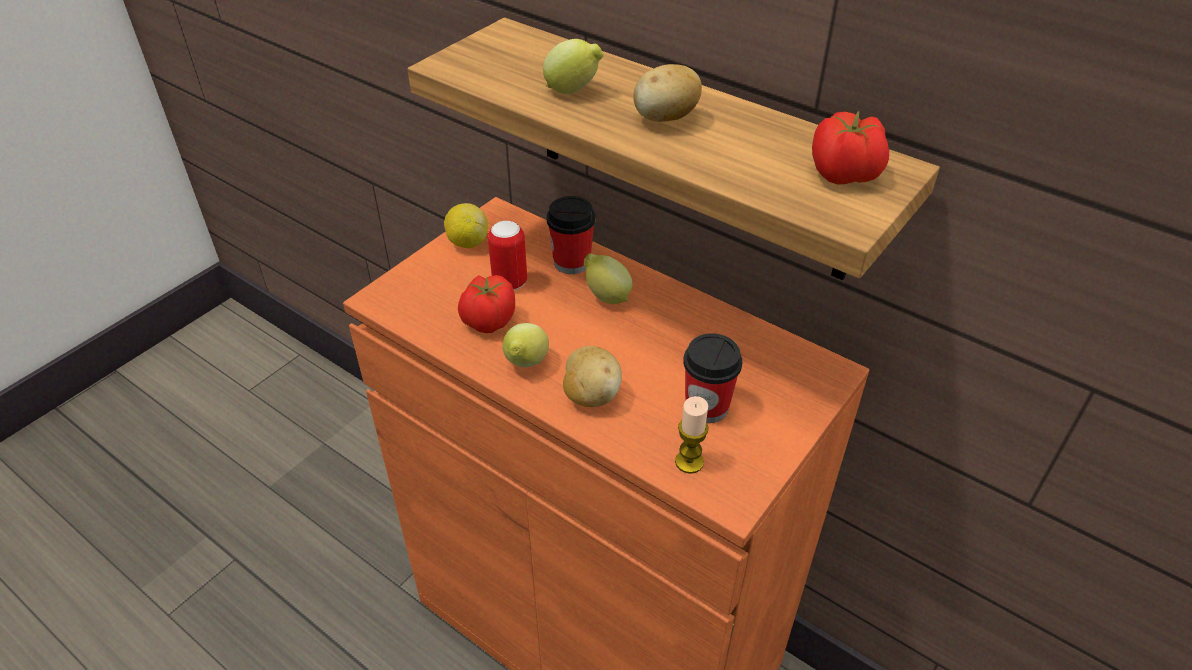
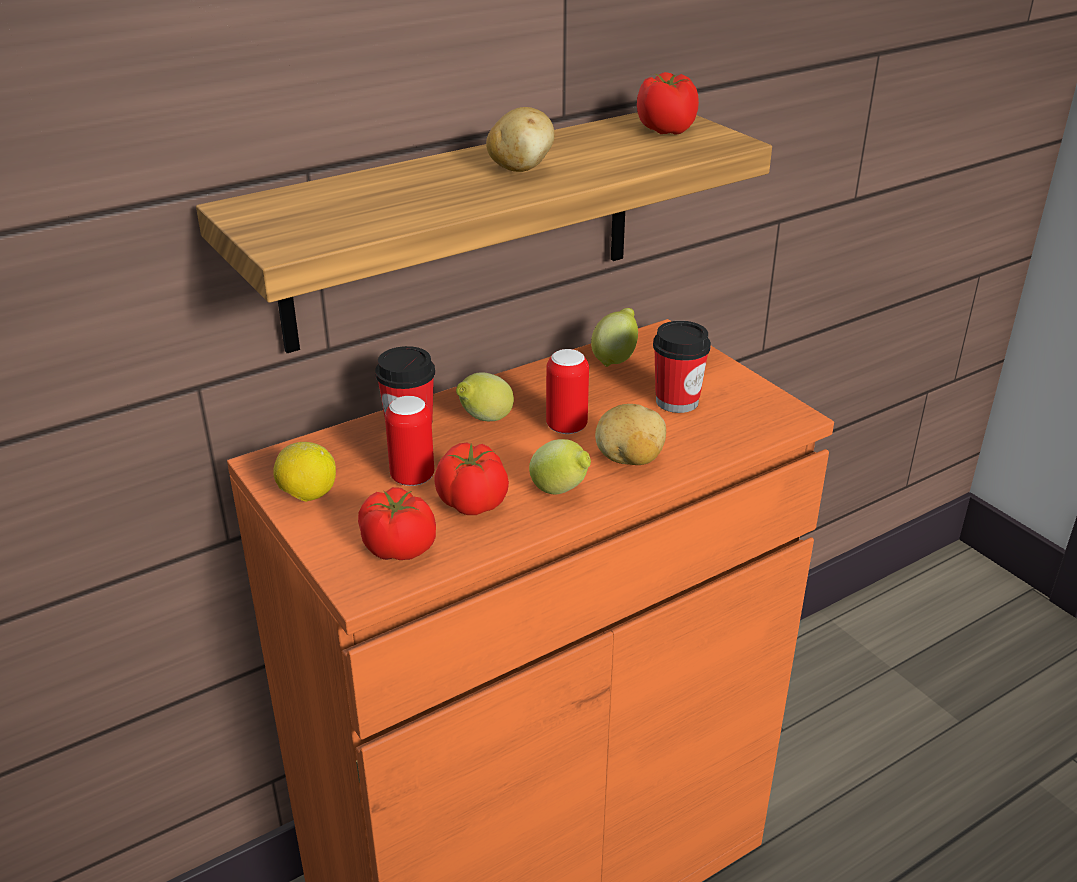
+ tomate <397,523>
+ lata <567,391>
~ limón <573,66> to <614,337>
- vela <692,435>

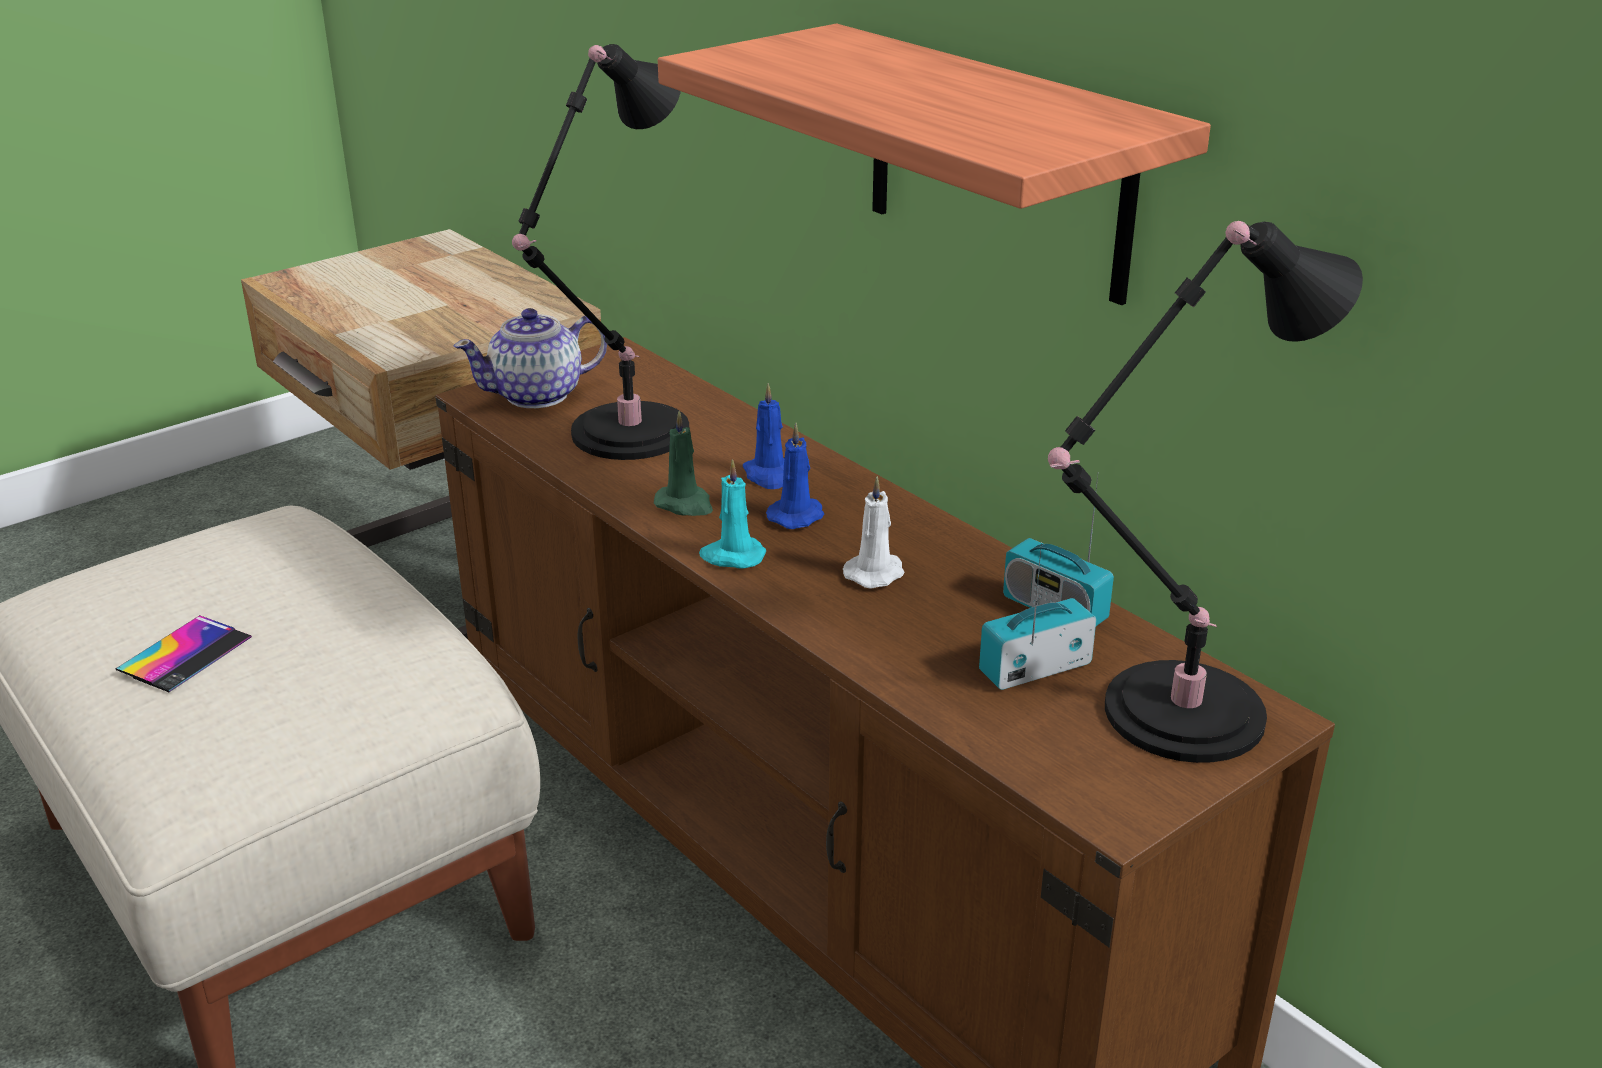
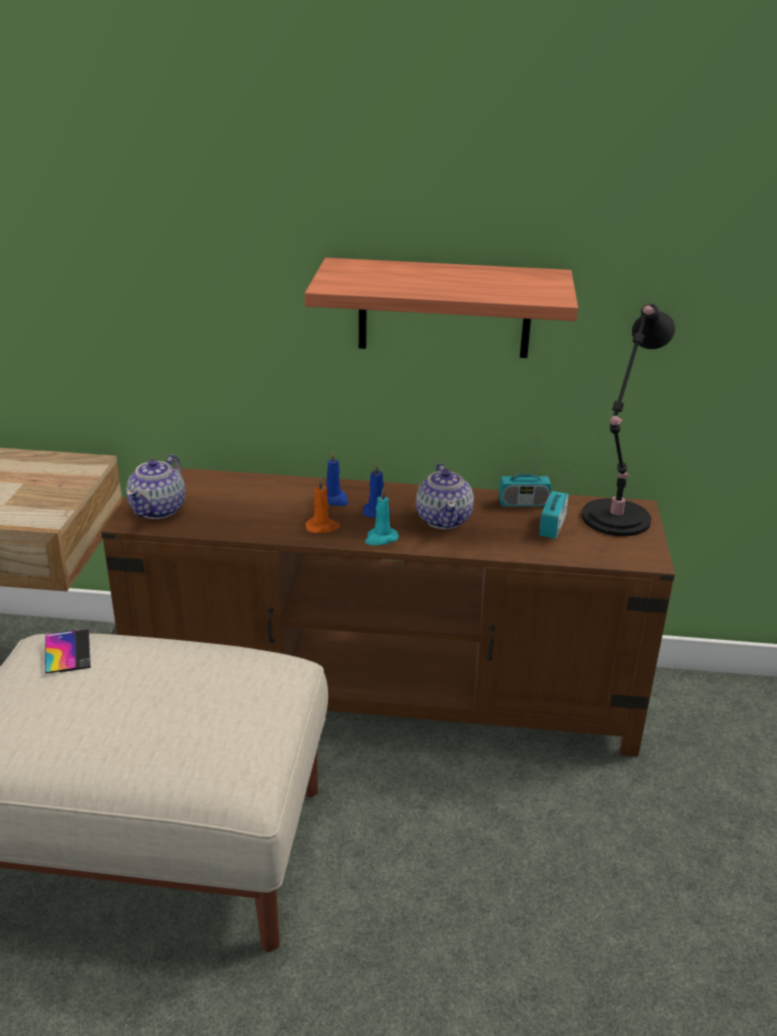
~ móvil <184,653> to <68,651>
~ vela [verde] <683,463> to vela [naranja] <322,505>
~ vela [blanco] <874,532> to tetera <445,496>
- lámpara de mesa [negro] <600,252>

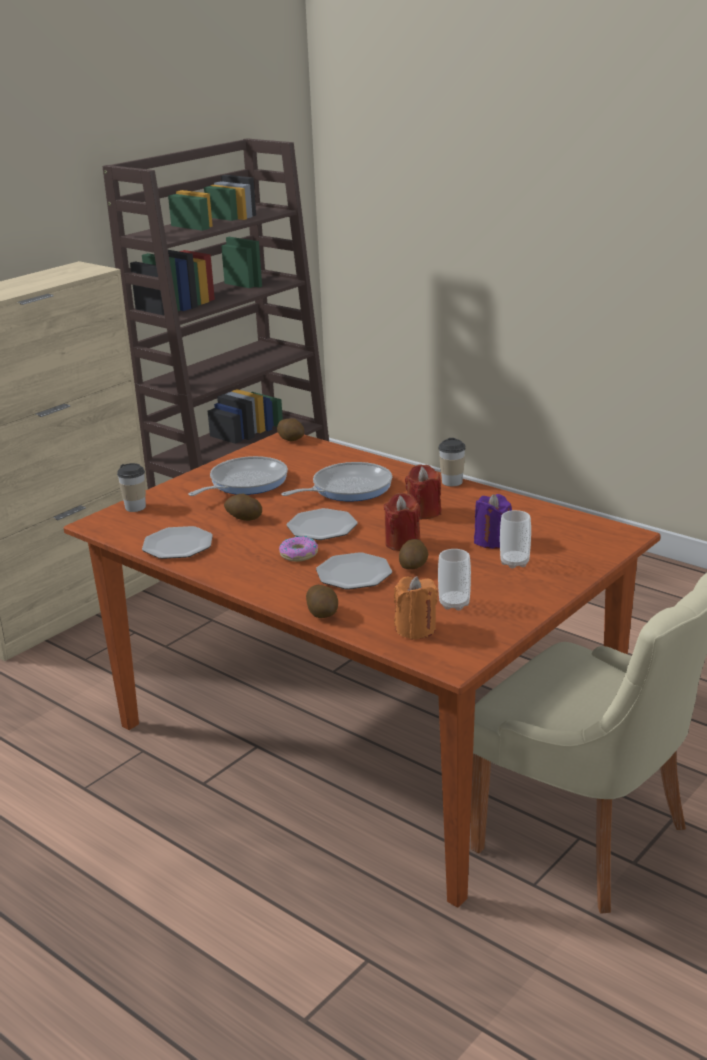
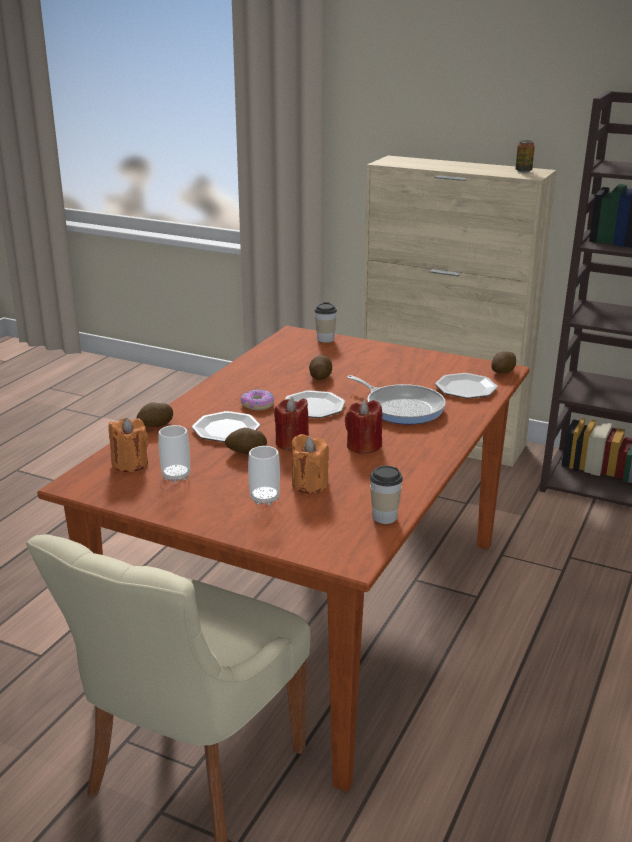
~ vela [morado] <493,521> to vela [naranja] <310,463>
~ taza <452,462> to <386,495>
~ plato <177,542> to <466,386>
+ lata <525,156>
- sartén <238,476>

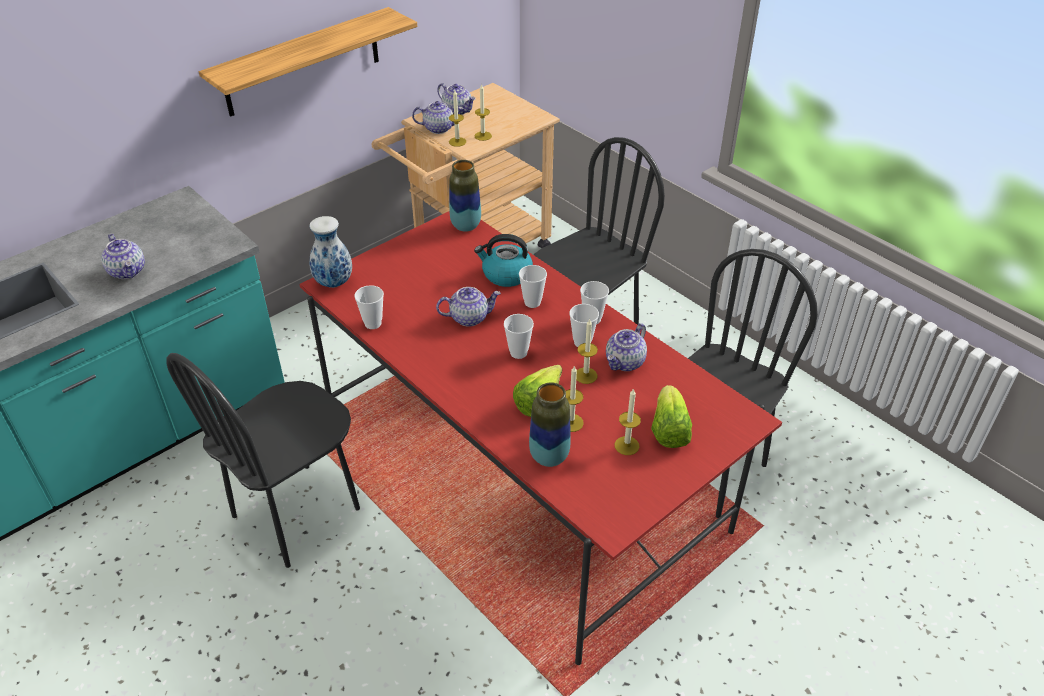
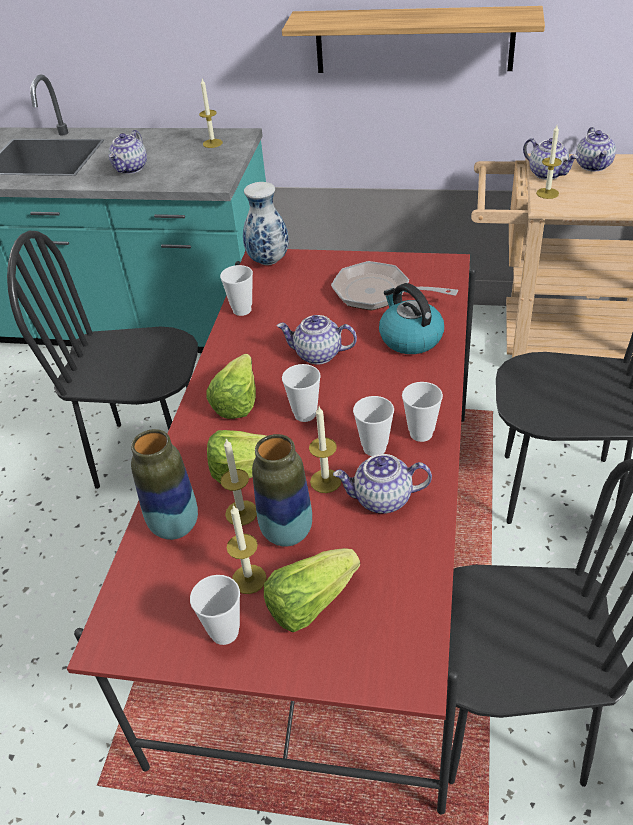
~ taza <533,286> to <215,610>
~ vela <483,112> to <211,113>
+ lechuga <231,386>
~ florero <465,196> to <282,490>
~ tetera <468,307> = <317,340> 150 degrees clockwise
+ sartén <394,285>

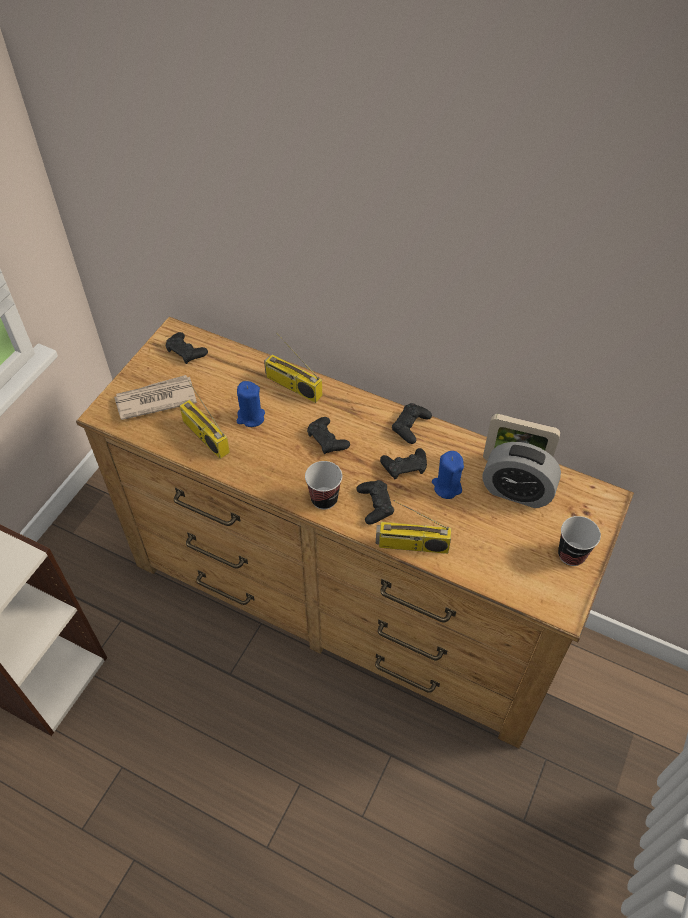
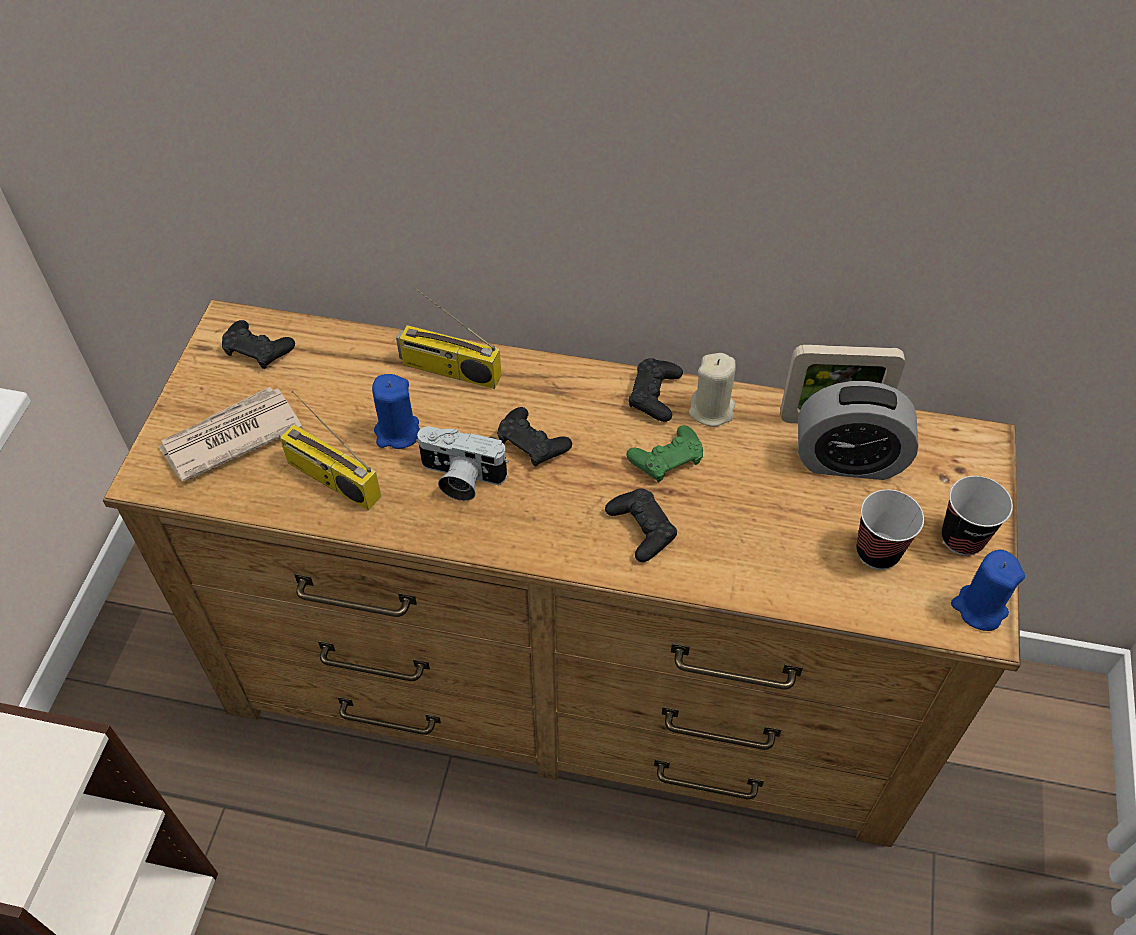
+ cámara <462,463>
~ mando de consola [negro] <403,463> to mando de consola [verde] <664,453>
+ vela [beis] <712,389>
~ taza <323,485> to <890,529>
~ vela [azul] <448,475> to <988,590>
- radio <413,527>

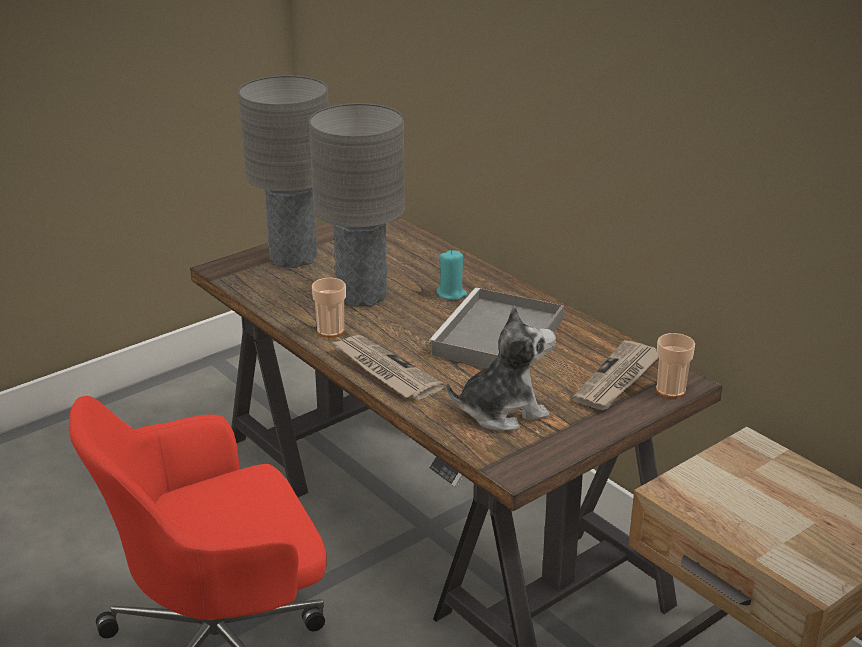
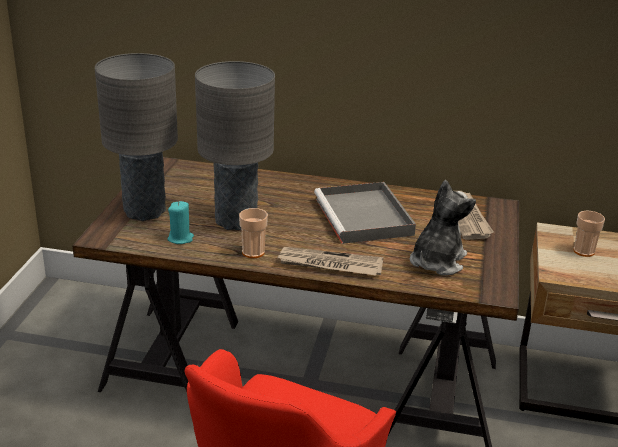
~ vela [turquesa] <452,275> to <181,222>
~ taza <675,365> to <589,234>

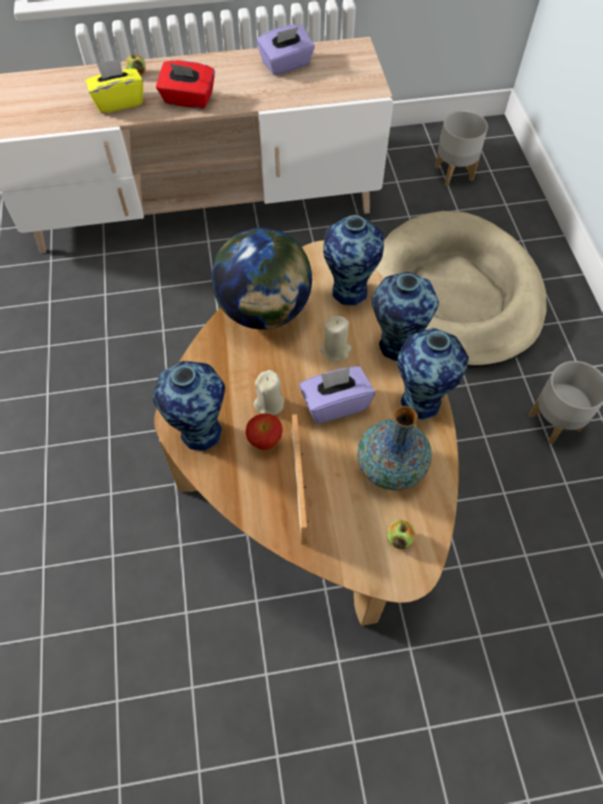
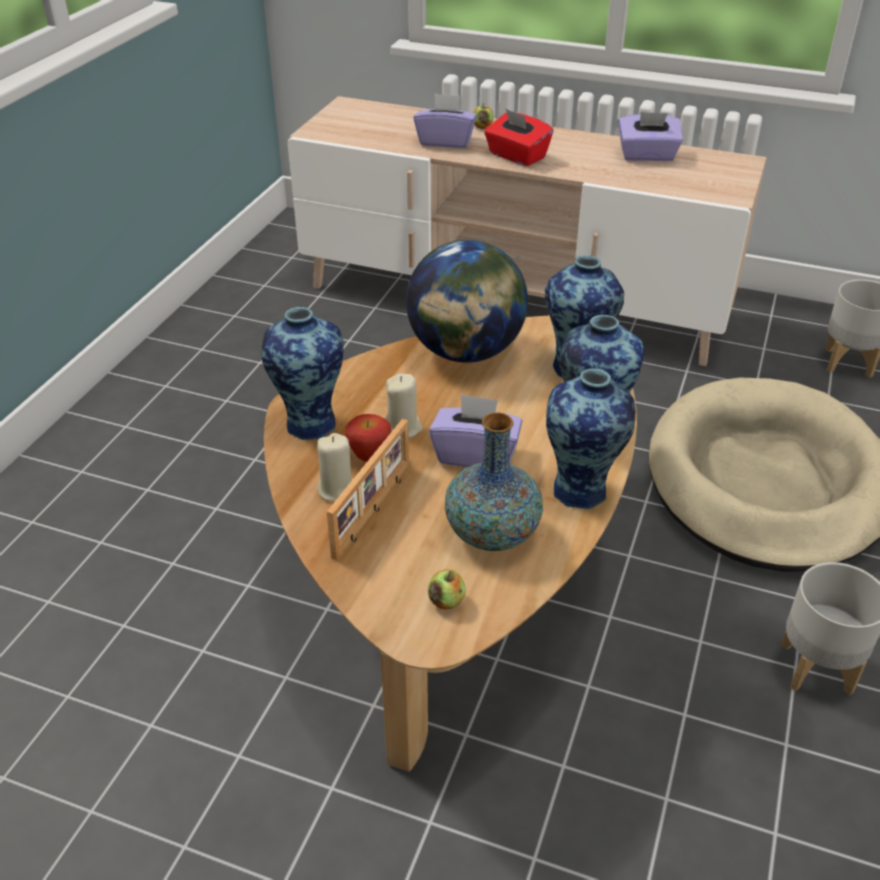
~ vela [beis] <336,338> to <335,467>
~ caja de pañuelos [amarillo] <114,86> to caja de pañuelos [morado] <445,120>

